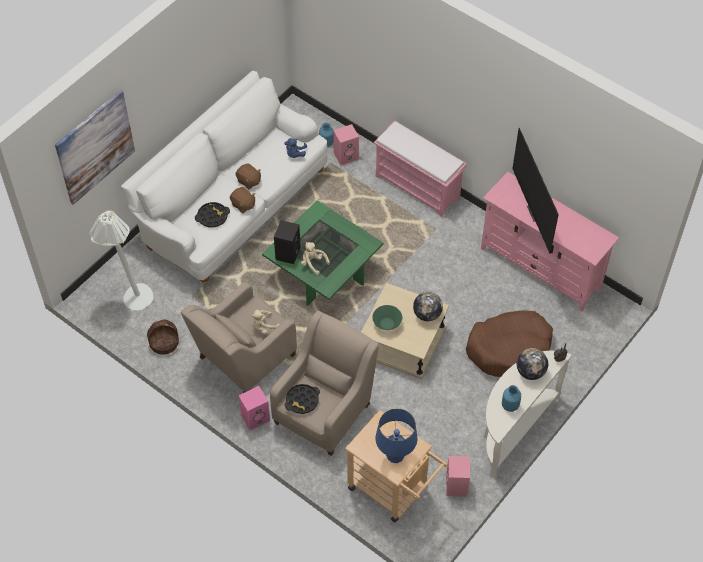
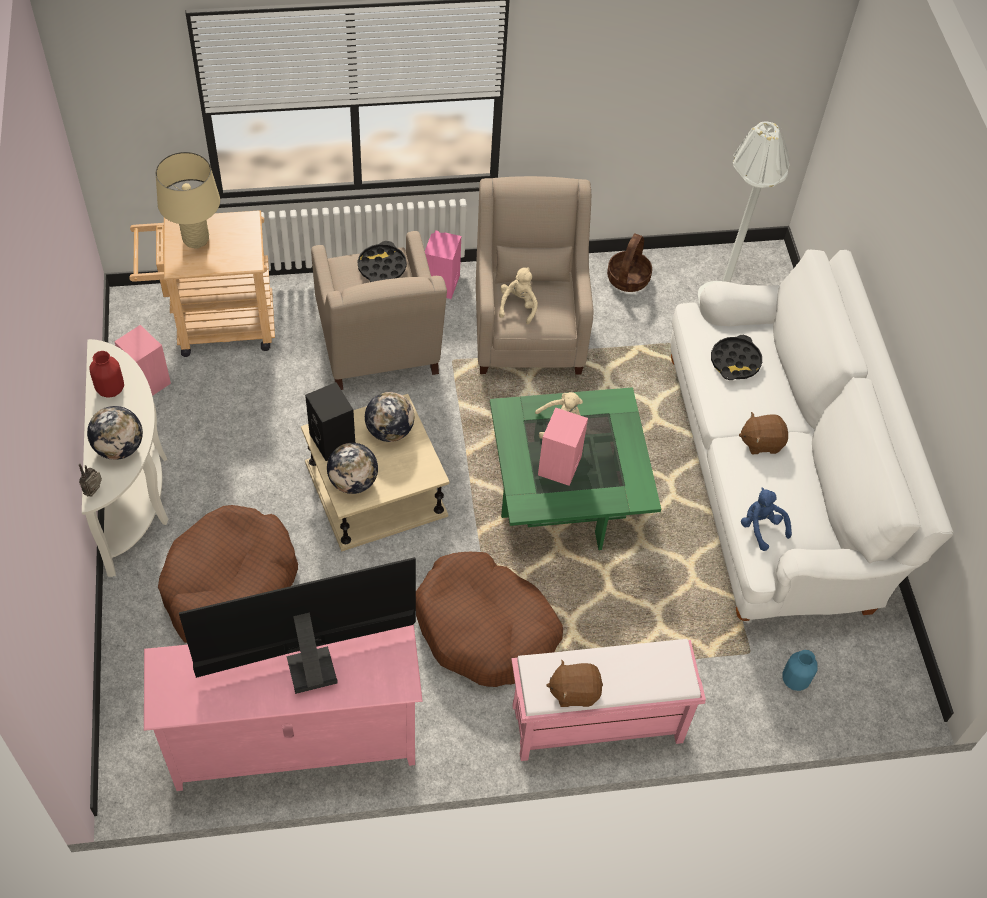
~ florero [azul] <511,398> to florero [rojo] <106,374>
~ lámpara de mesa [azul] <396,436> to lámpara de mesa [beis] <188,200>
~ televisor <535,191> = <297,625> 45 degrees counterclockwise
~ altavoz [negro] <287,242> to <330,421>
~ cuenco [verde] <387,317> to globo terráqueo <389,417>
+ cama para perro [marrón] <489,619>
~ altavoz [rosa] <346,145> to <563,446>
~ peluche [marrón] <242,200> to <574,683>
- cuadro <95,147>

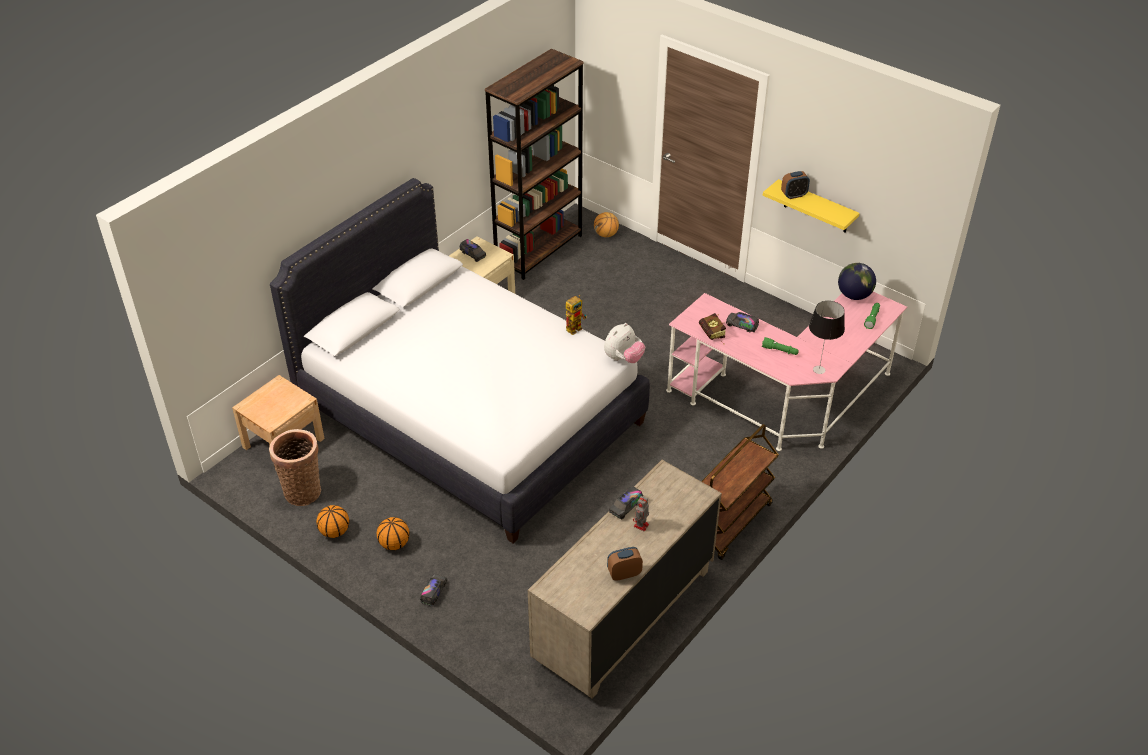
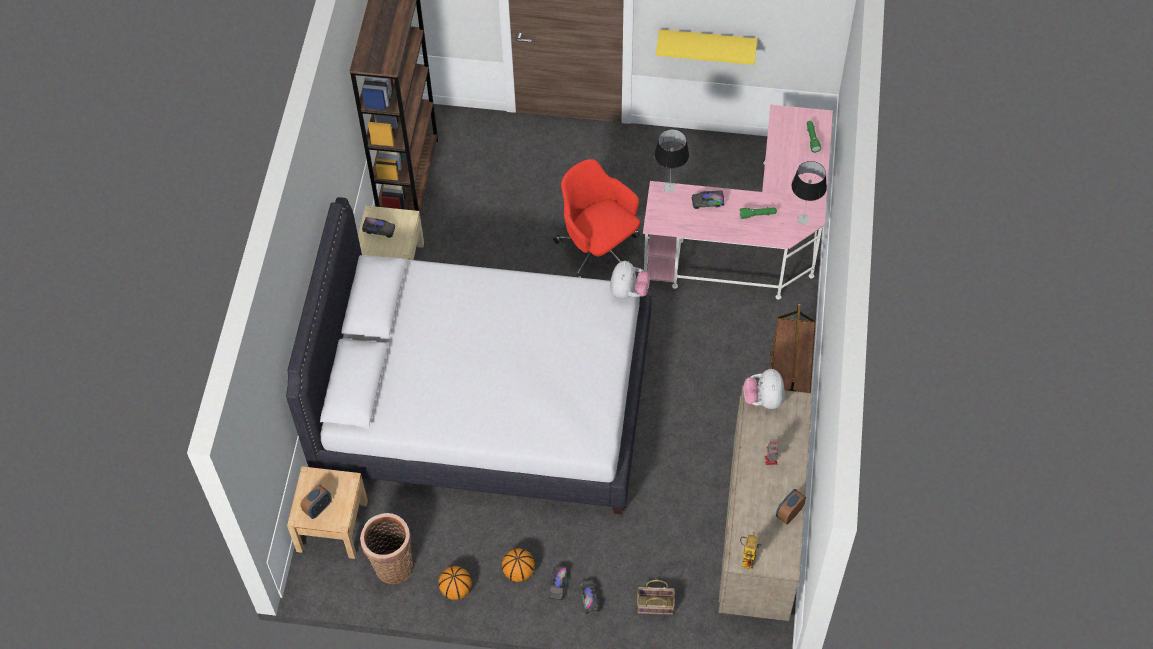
~ despertador <795,185> to <316,501>
~ camión de juguete <626,502> to <558,583>
+ silla de oficina [rojo] <596,218>
+ cesta <656,597>
+ lámpara de mesa <671,161>
~ robot de juguete <576,315> to <750,550>
+ peluche <764,389>
- balón de baloncesto <606,224>
- libro <712,328>
- globo terráqueo <857,281>

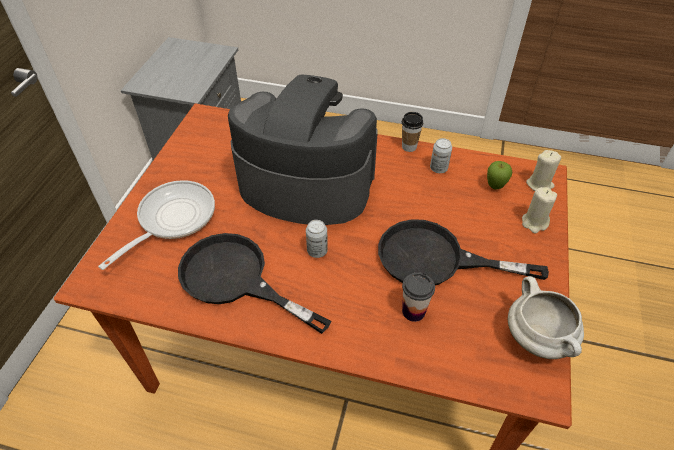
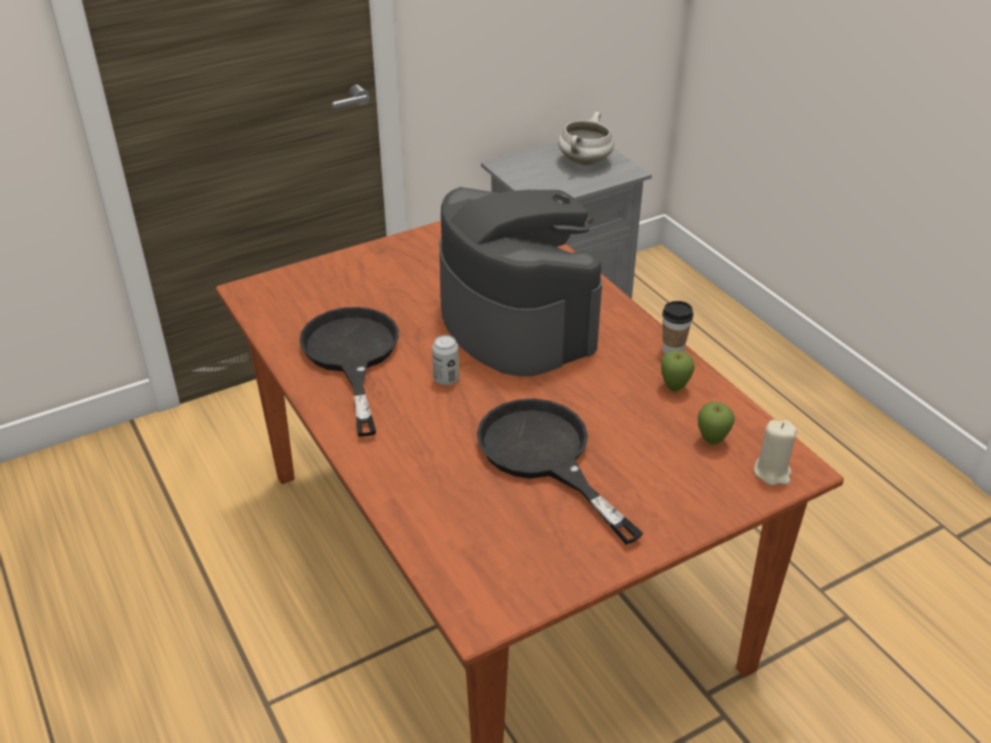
~ olla [blanco] <546,317> to <586,139>
~ lata <441,155> to manzana <678,371>
- sartén <156,225>
- taza <418,297>
- vela [beis] <539,210>

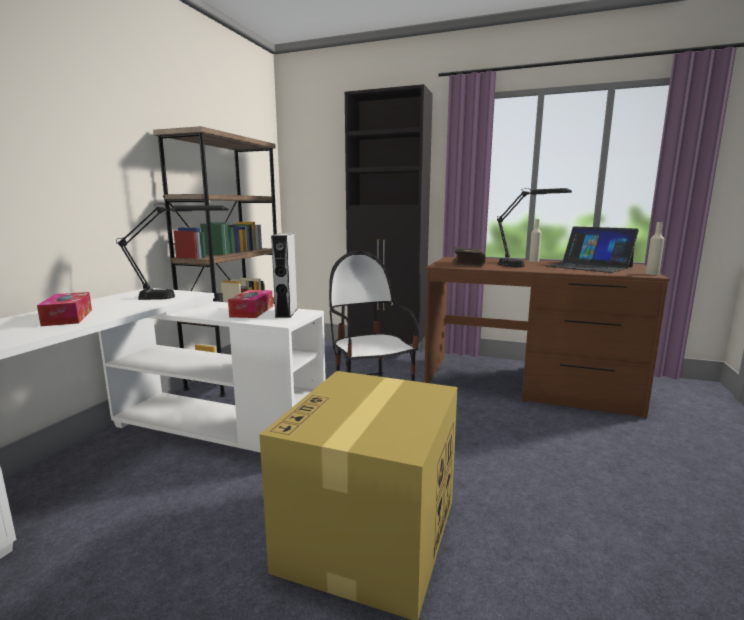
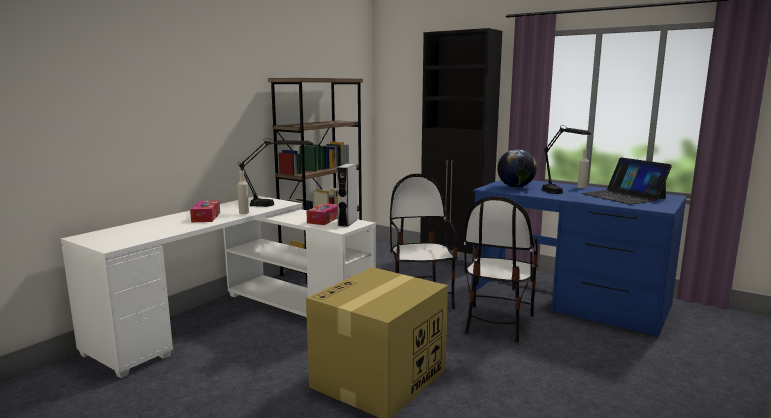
~ botella [beis] <654,248> to <243,192>
+ silla <501,269>
~ escritorio [marrón] <547,338> to escritorio [azul] <579,259>
~ libro <469,256> to globo terráqueo <517,168>

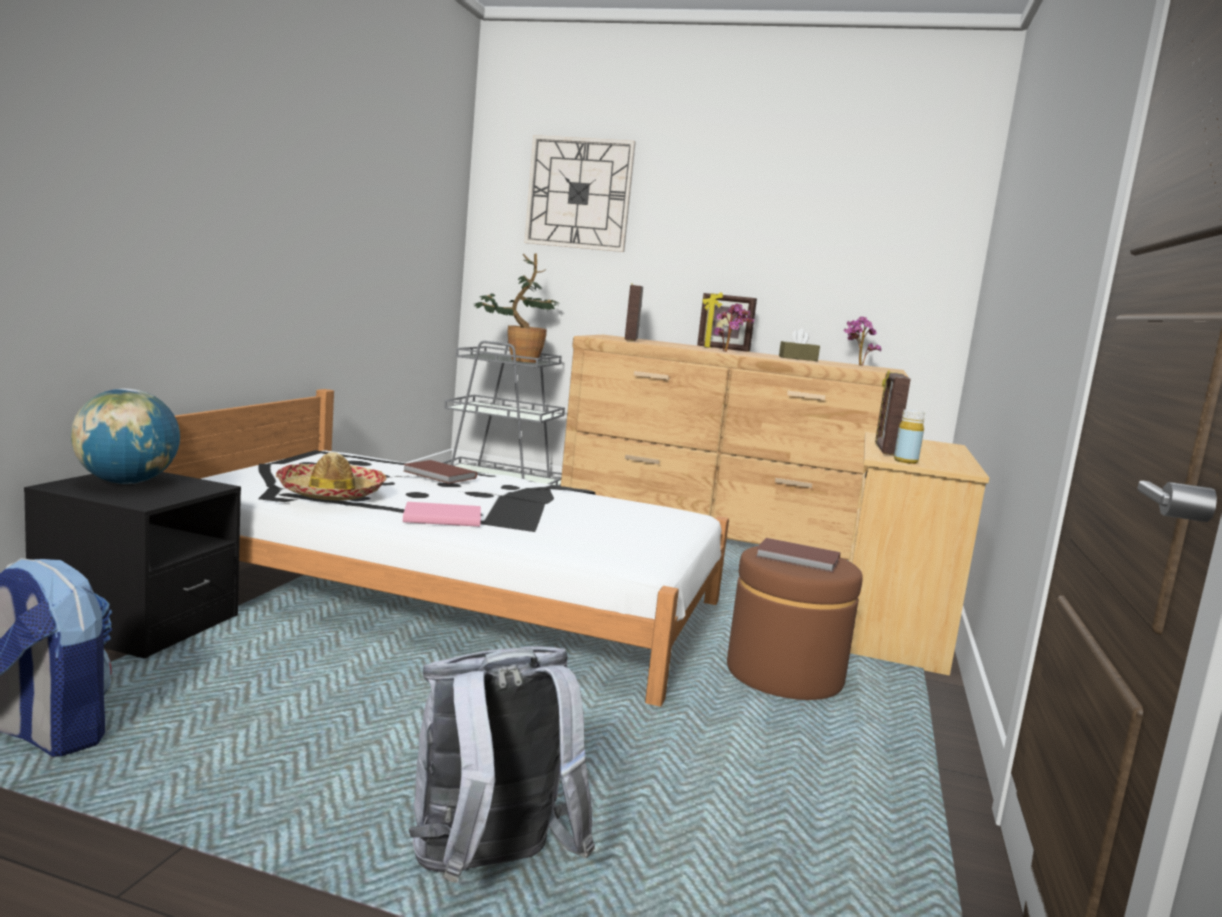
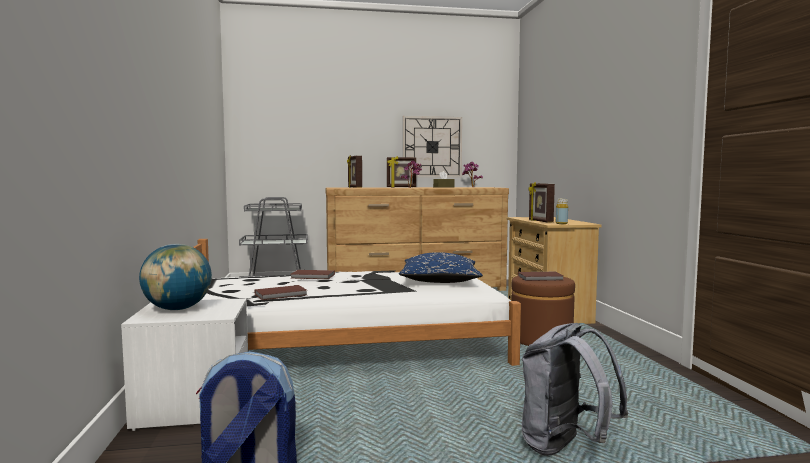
~ mesita de noche [negro] <132,565> to mesita de noche [blanco] <184,364>
~ sombrero <331,476> to libro [marrón] <280,292>
+ cojín [azul] <441,267>
~ reloj de pared <580,193> to <432,146>
- libro [rosa] <442,514>
- planta en maceta <516,308>

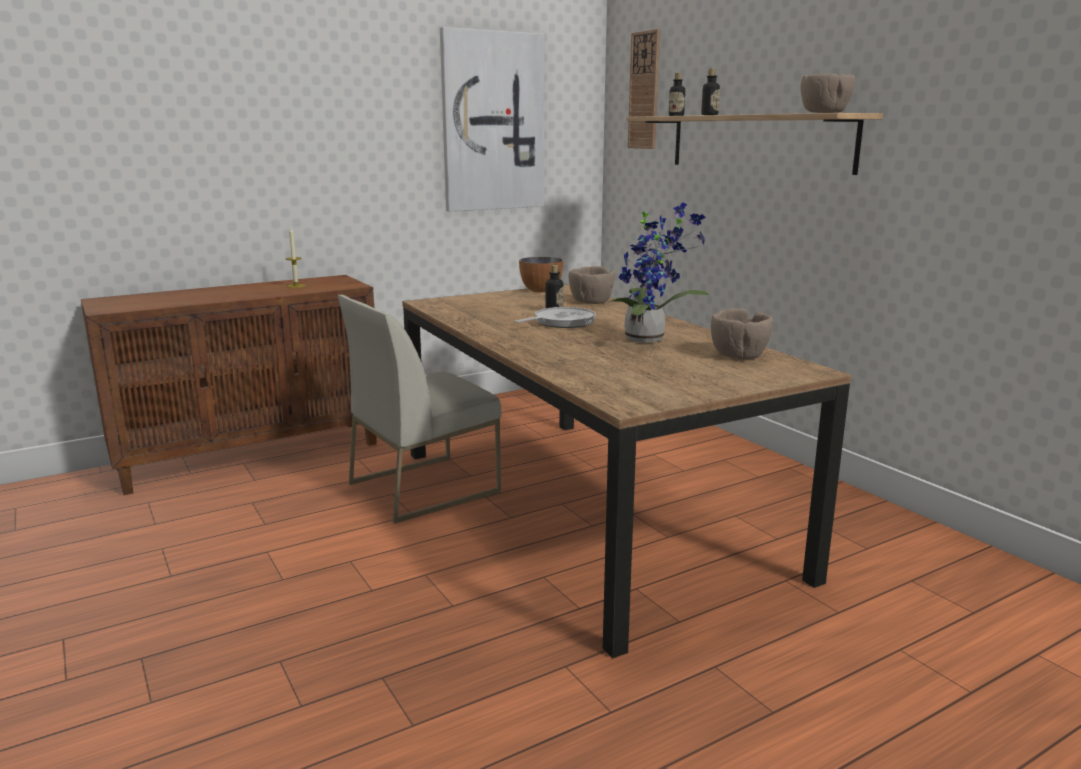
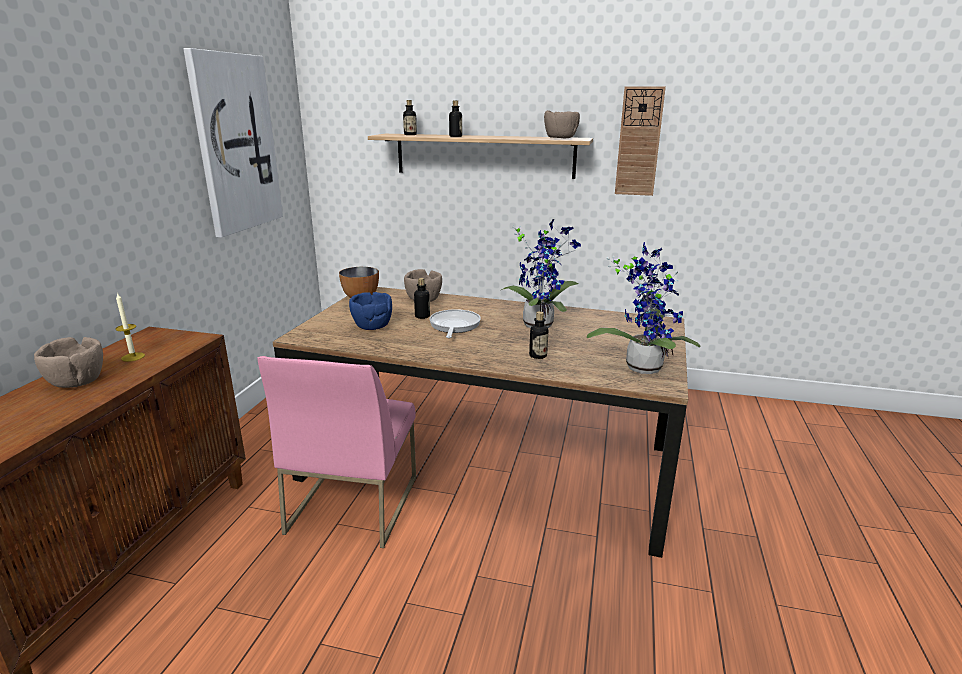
~ cuenco [marrón] <742,333> to <68,362>
~ silla [blanco] <419,409> to silla [rosa] <337,452>
+ cuenco [azul] <370,311>
+ botella <538,335>
+ planta en maceta <644,308>
~ reloj de pared <644,89> to <640,141>

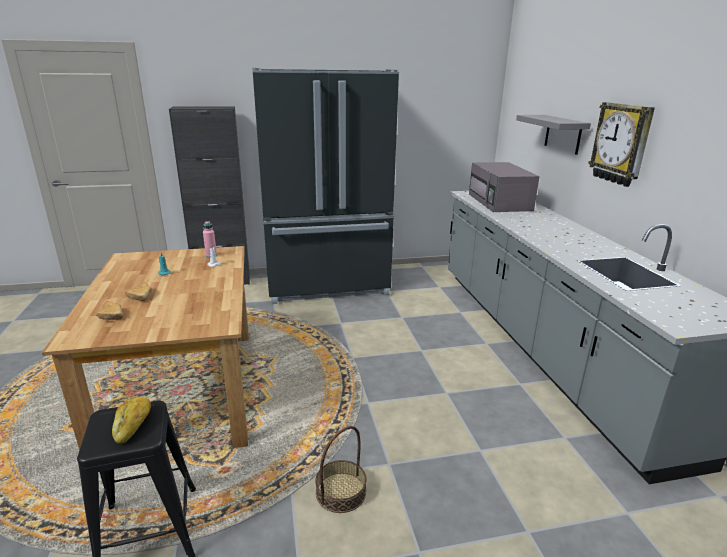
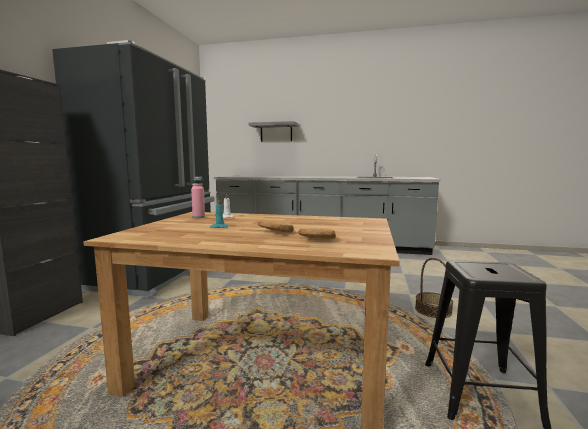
- pan <131,420>
- microondas [gris] <504,187>
- reloj de pared <621,144>

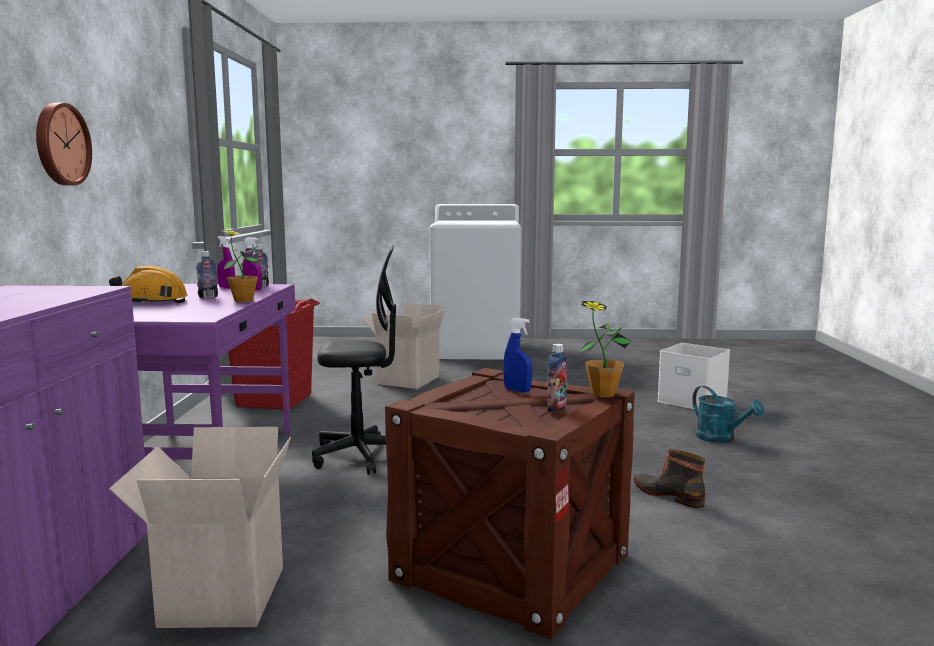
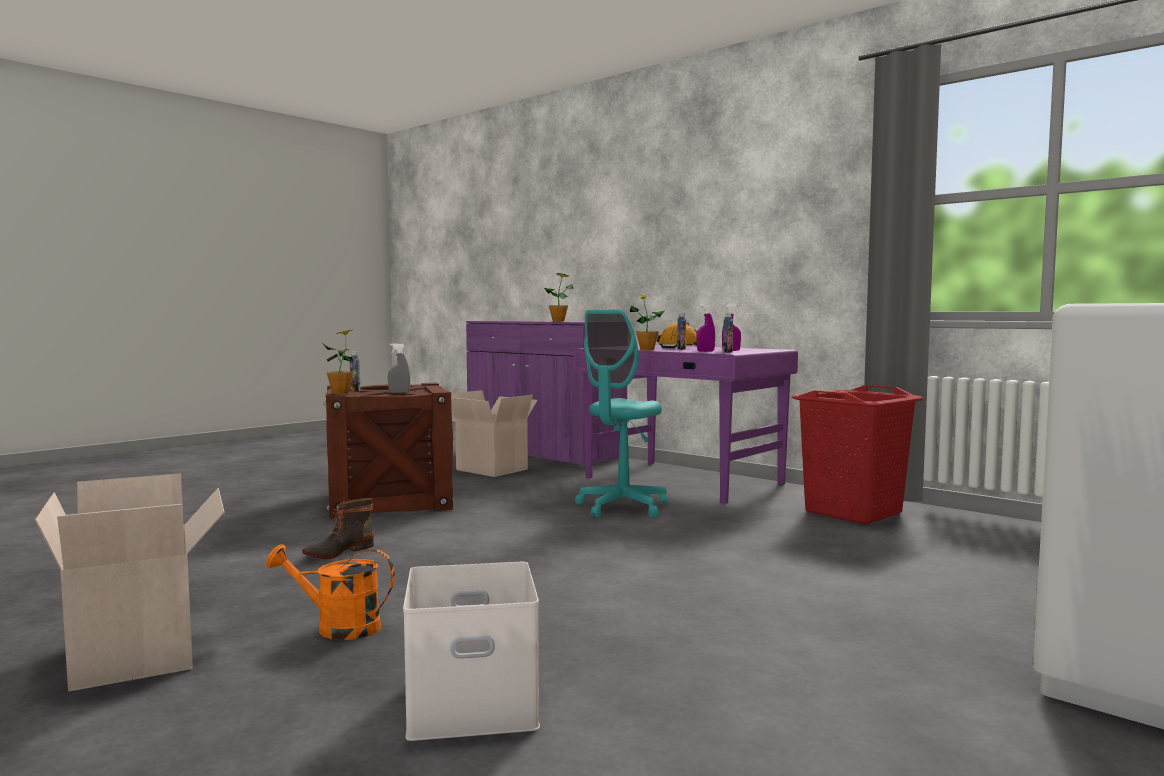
~ caja de cartón <403,346> to <130,582>
~ regadera [turquesa] <728,414> to regadera [naranja] <330,592>
~ bota <669,478> = <338,528> 135 degrees clockwise
~ pulverizador [azul] <517,355> to pulverizador [gris] <399,368>
+ planta en maceta <558,297>
~ silla de oficina [negro] <354,360> to silla de oficina [turquesa] <621,414>
- reloj de pared <64,144>

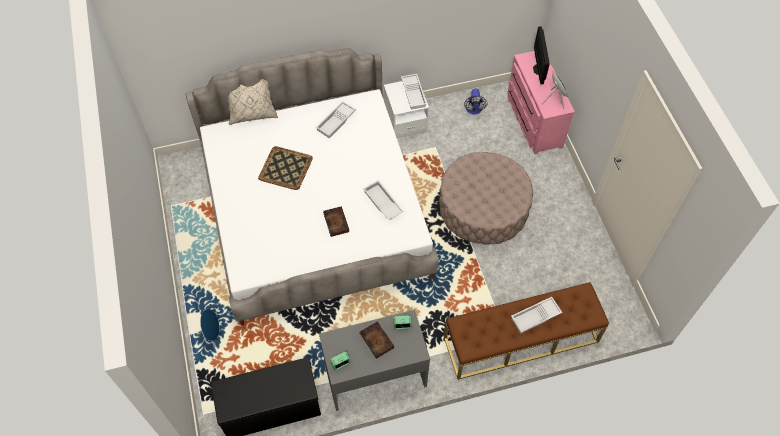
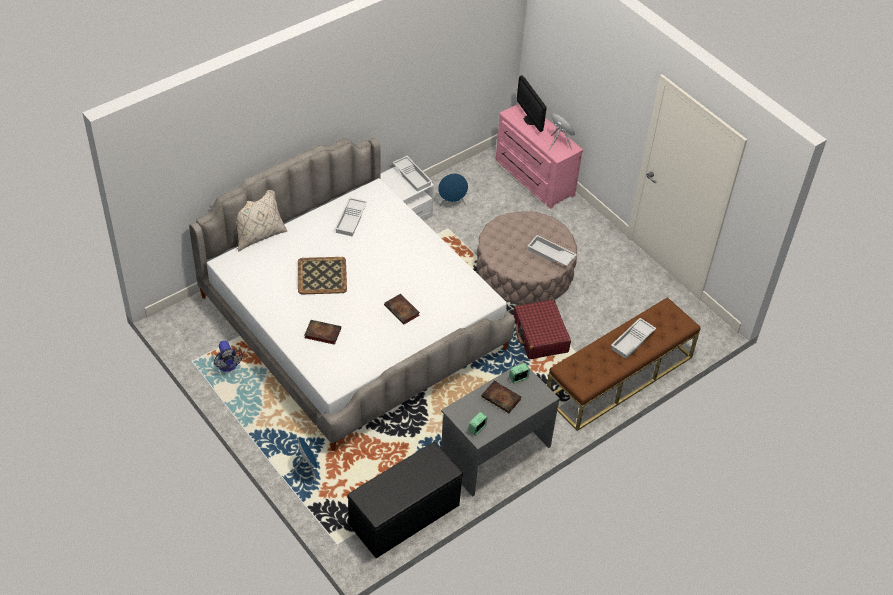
~ ventilador <475,102> to <228,356>
+ libro <323,332>
+ altavoz [azul] <453,190>
+ maleta [rojo] <542,329>
~ bandeja [blanco] <383,200> to <552,250>

